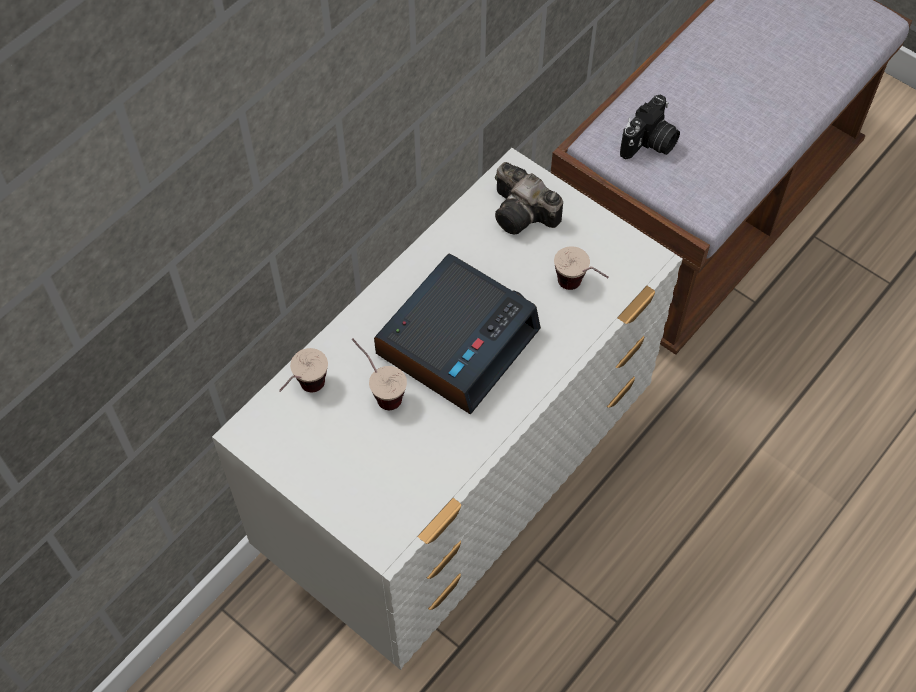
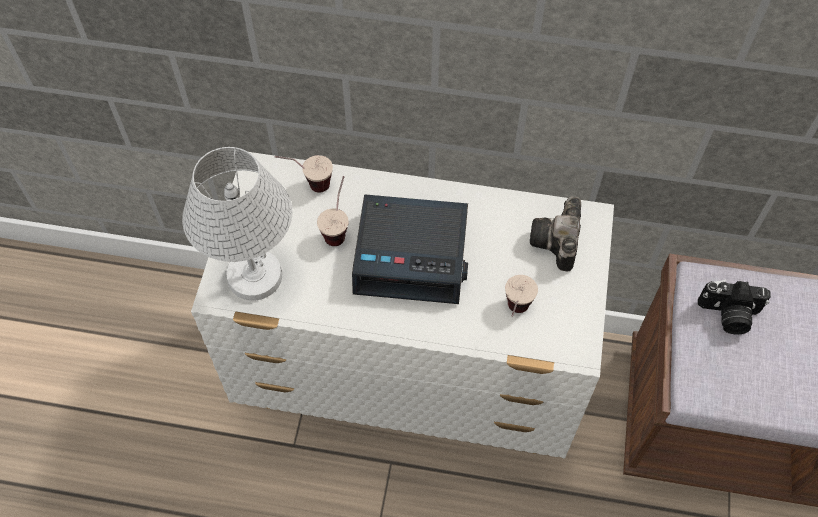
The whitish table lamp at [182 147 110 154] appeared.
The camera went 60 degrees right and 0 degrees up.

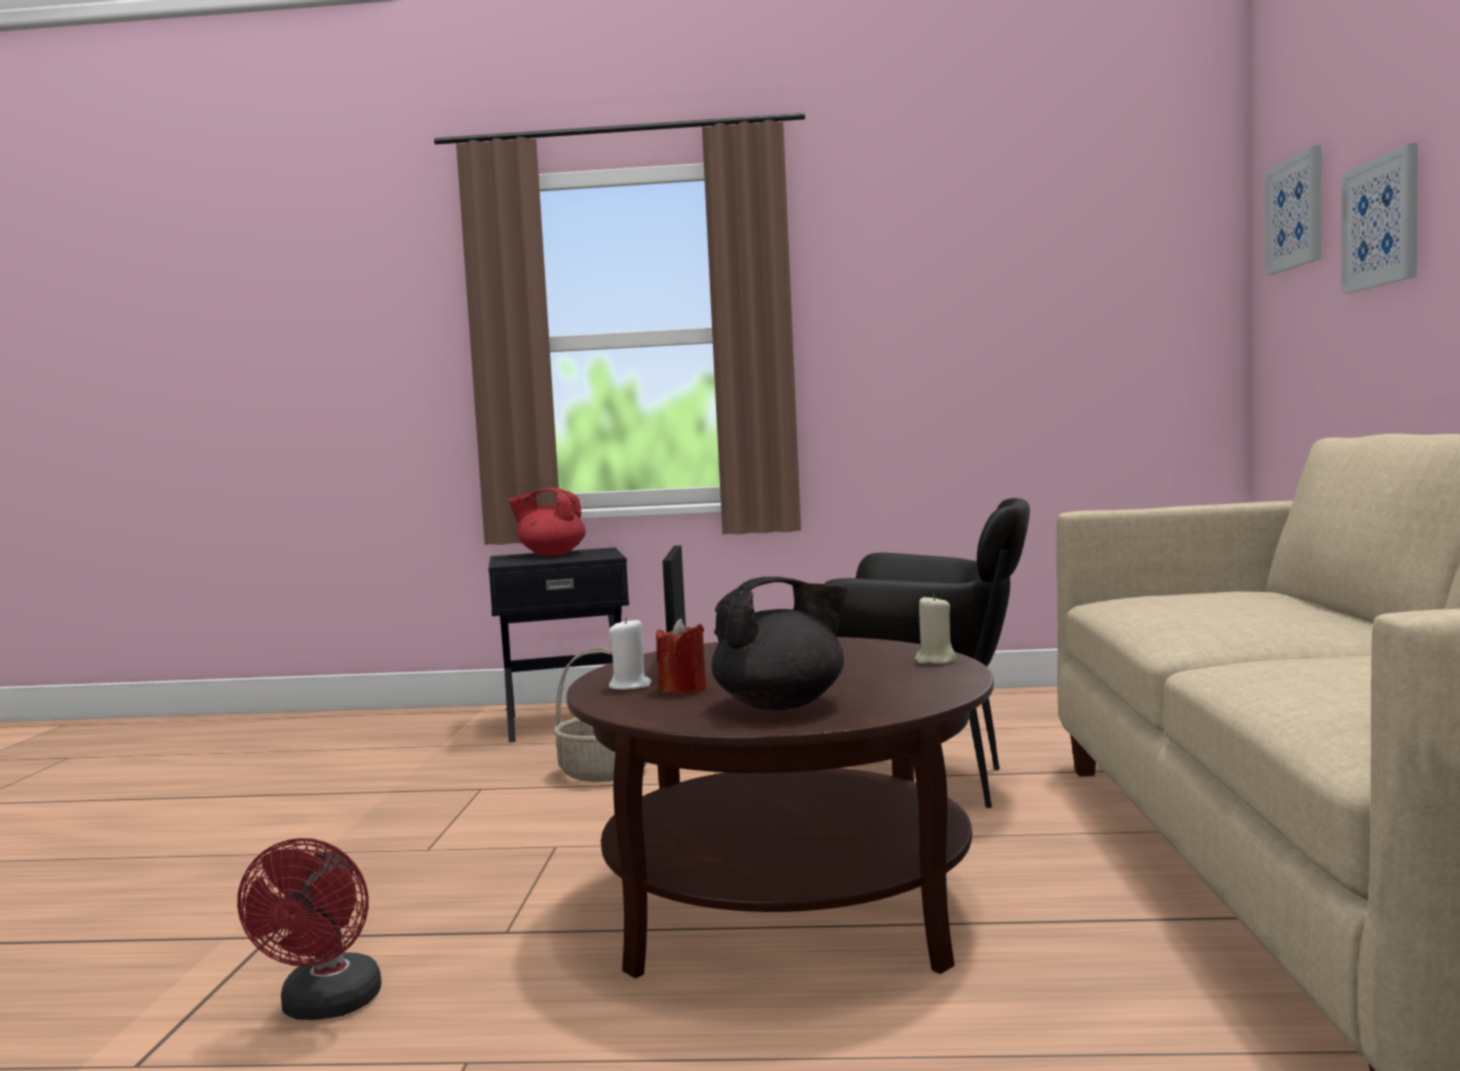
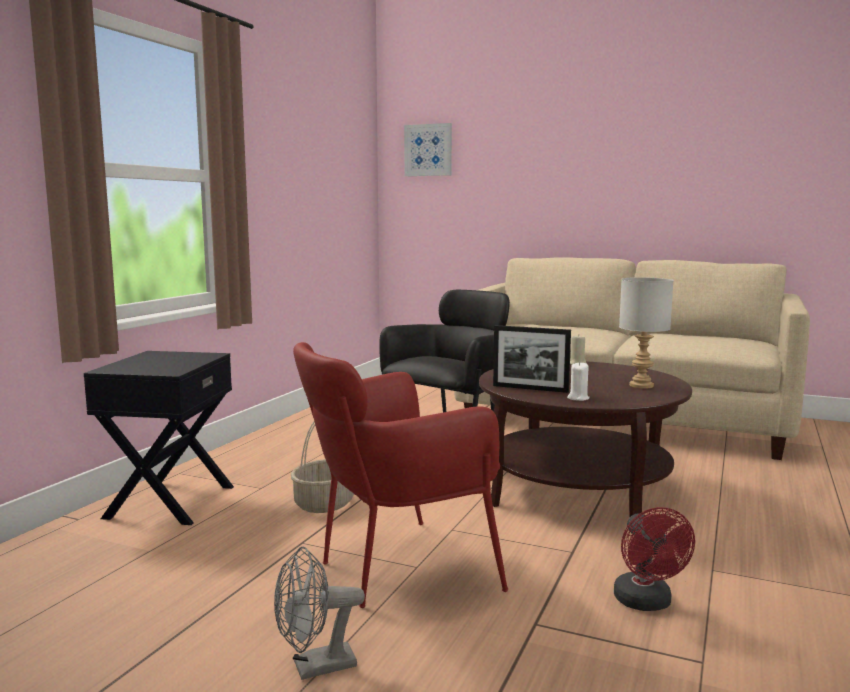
The reddish fan at [237 838 144 182] turned 60 degrees clockwise.
The reddish pot for tea at [508 488 78 68] disappeared.
The reddish candle at [656 618 51 76] disappeared.
The black-coloured pot for tea at [711 577 136 133] was replaced by the greyish table lamp at [619 277 55 112].
The picture at [1341 143 77 151] disappeared.
The greyish fan at [274 546 91 134] appeared.
The reddish lounge chair at [293 342 215 266] appeared.
The camera went 70 degrees left and 5 degrees up.

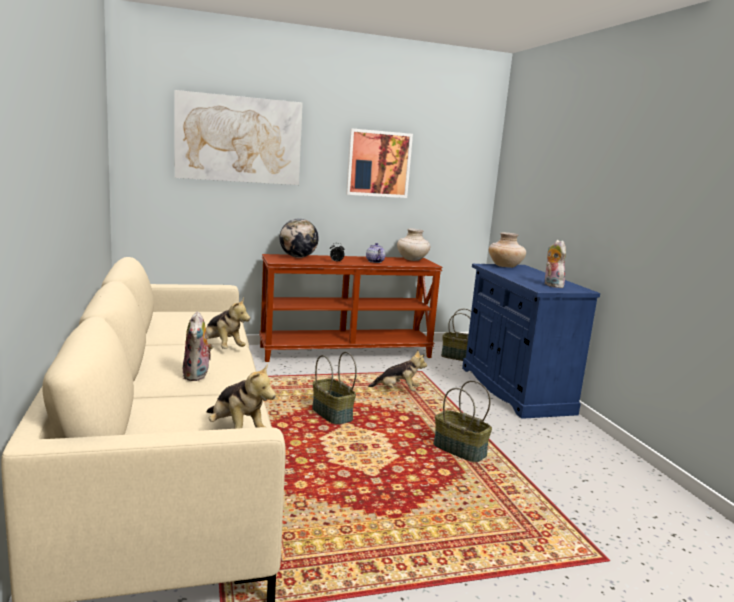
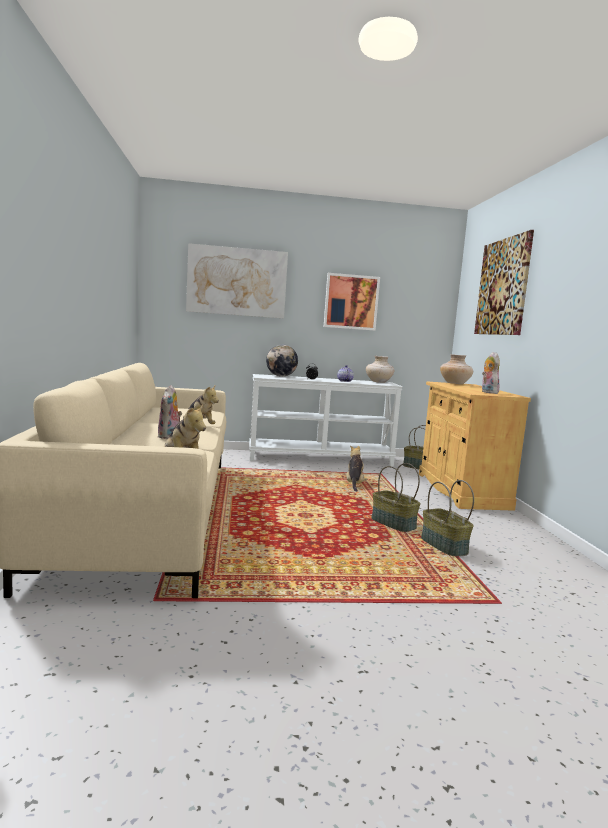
The brown-coloured hall table at [259 254 184 108] became the whitish hall table at [249 374 154 92].
The storage basket moved from [312 352 45 73] to [421 480 53 76].
The soft toy at [368 350 59 41] turned 105 degrees counterclockwise.
The blue-coloured cupboard at [462 264 138 155] became the sand-coloured cupboard at [419 381 112 130].
The picture at [474 230 60 105] appeared.
The camera went 10 degrees right and 5 degrees down.

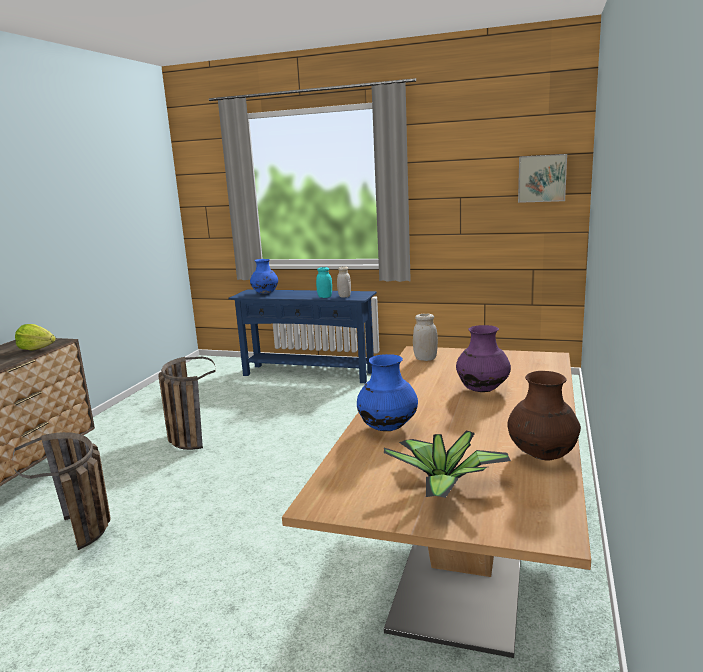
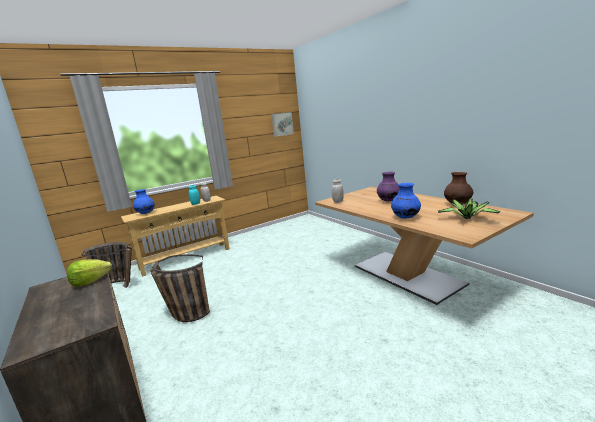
The storage basket moved from [12 432 99 118] to [81 242 51 46].
The blue-coloured hall table at [229 289 148 94] became the sand-coloured hall table at [121 196 109 81].
The camera went 50 degrees left and 0 degrees up.

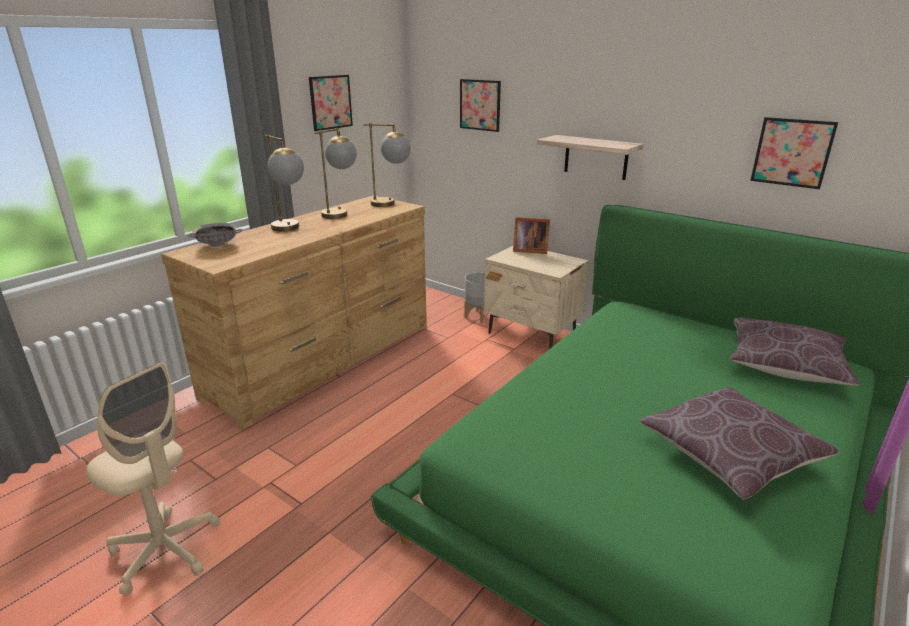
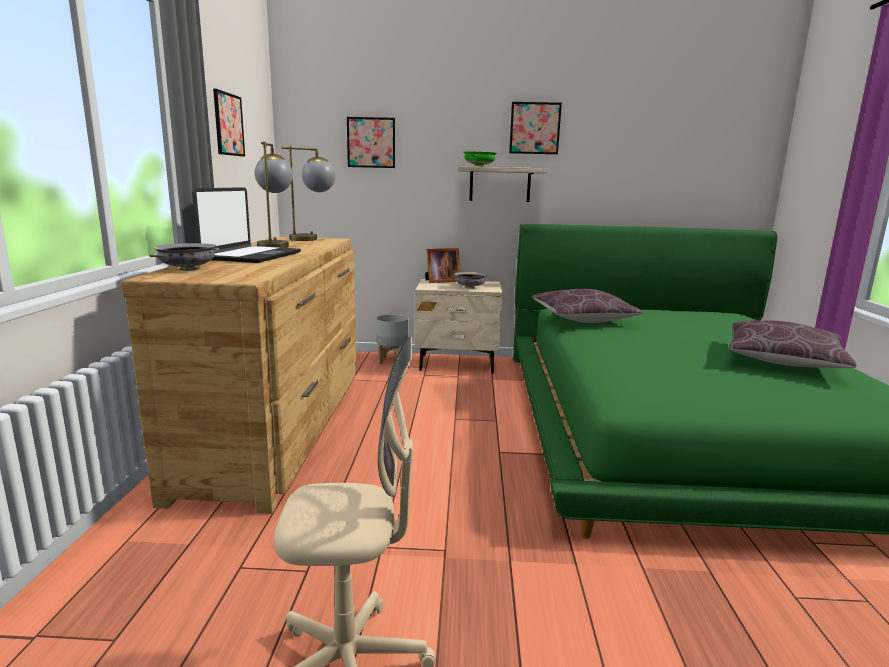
The table lamp at [265 135 39 97] was replaced by the portable computer at [192 187 109 76].
The brown-coloured pillow moved from [730 318 130 68] to [532 289 112 34].
The picture moved from [750 117 88 72] to [509 102 53 52].
The greyish deep dish at [454 272 33 17] appeared.
The green-coloured deep dish at [464 152 33 15] appeared.
The camera went 35 degrees left and 10 degrees down.

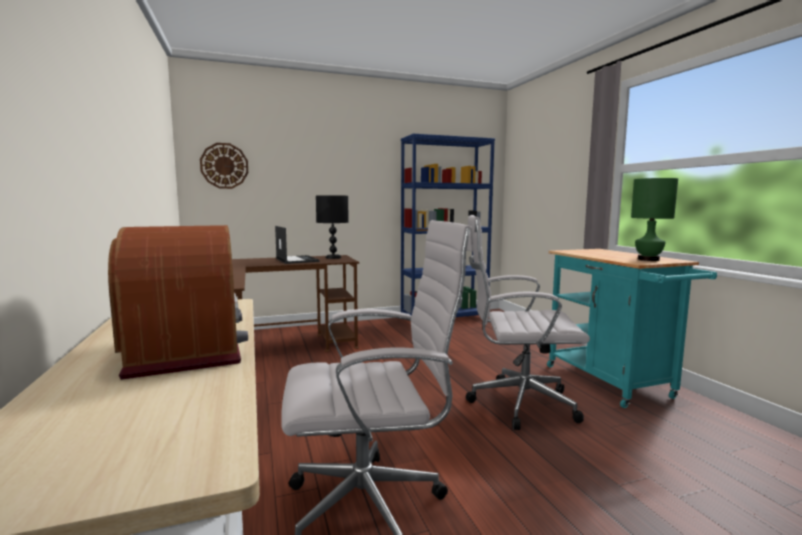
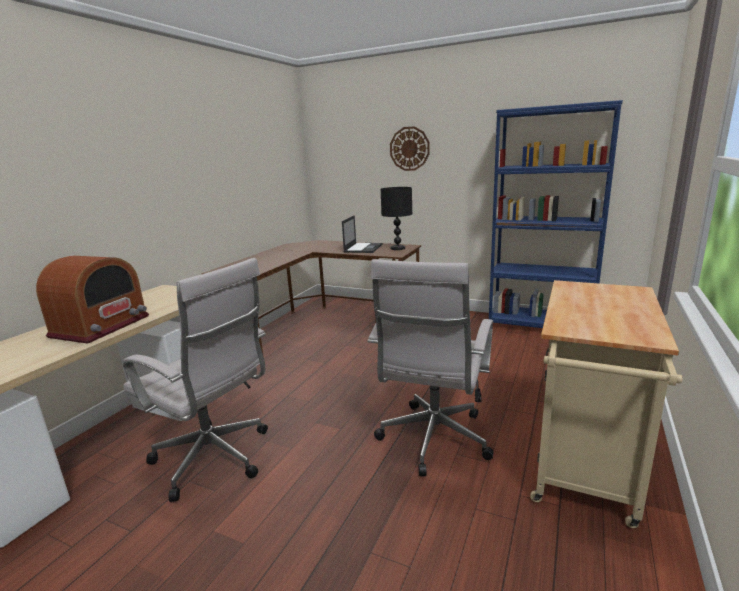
The hanging clock moved from [200 143 48 46] to [390 126 40 45].
The whitish computer chair at [466 215 124 215] turned 120 degrees counterclockwise.
The turquoise-coloured trolley at [547 249 170 159] became the sand-coloured trolley at [530 280 153 248].
The green-coloured table lamp at [631 178 47 83] disappeared.
The camera went 45 degrees right and 10 degrees up.

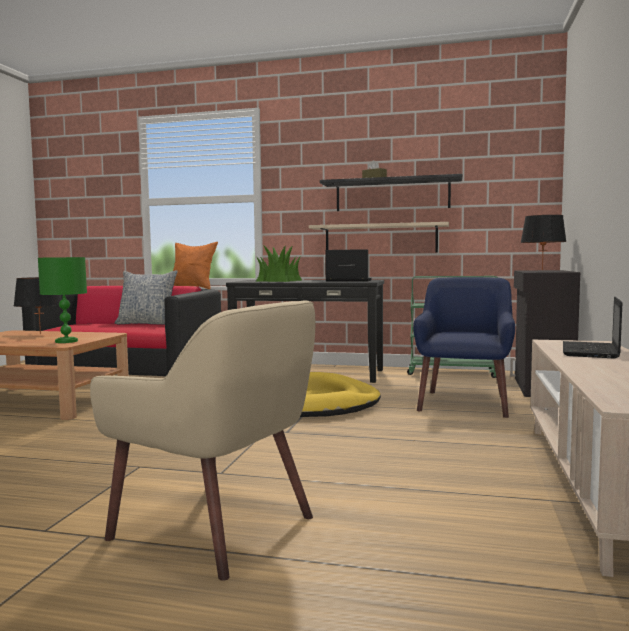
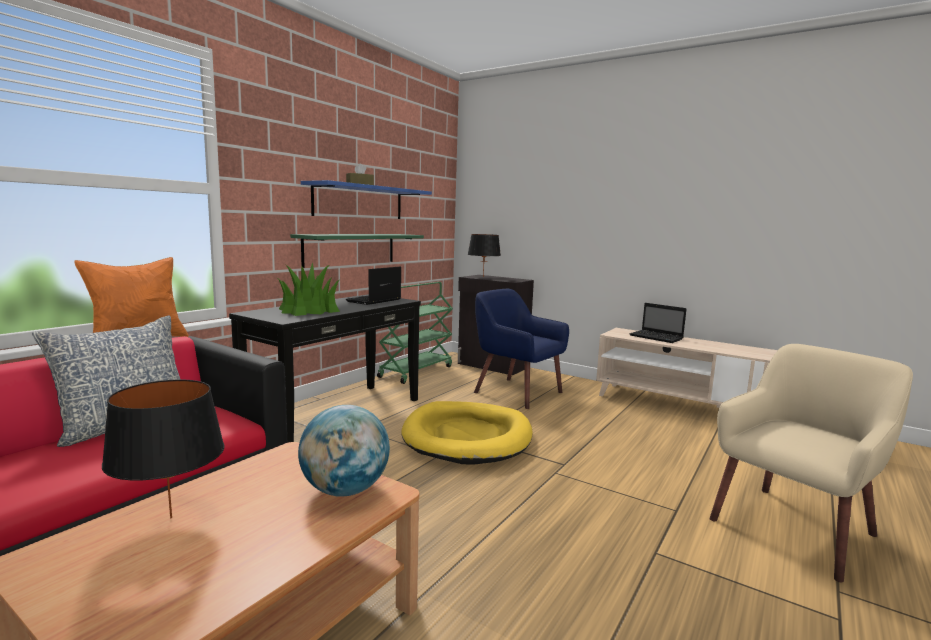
The green-coloured table lamp at [38 257 49 86] was replaced by the world globe at [298 405 92 91].
The sand-coloured shelf at [309 222 140 30] became the green-coloured shelf at [290 234 134 34].
The black-coloured shelf at [320 174 143 37] became the blue-coloured shelf at [301 180 131 39].
The camera went 70 degrees left and 5 degrees up.

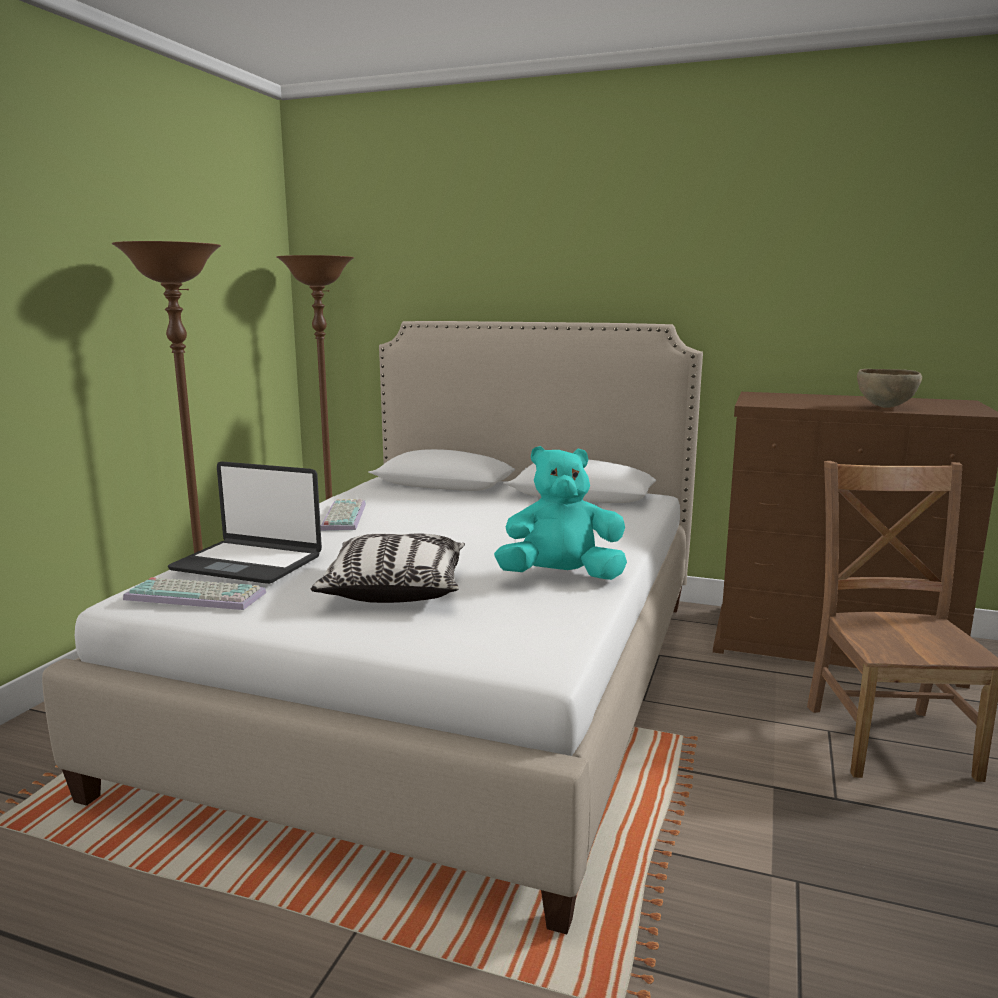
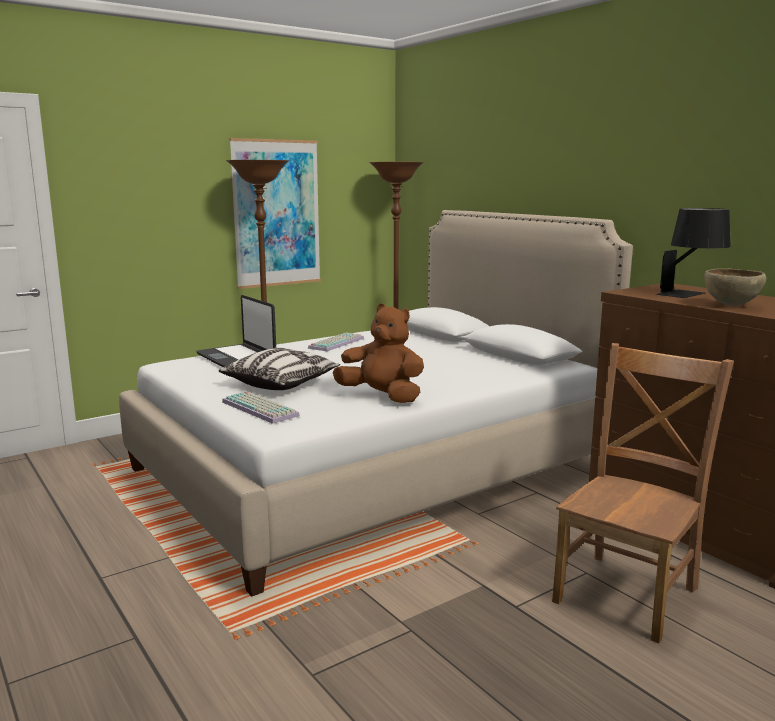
The keyboard moved from [123 577 143 33] to [222 392 78 32].
The turquoise-coloured soft toy at [494 446 133 134] became the brown-coloured soft toy at [333 303 91 100].
The picture at [229 138 92 151] appeared.
The black-coloured table lamp at [656 208 75 90] appeared.
The camera went 35 degrees right and 0 degrees up.

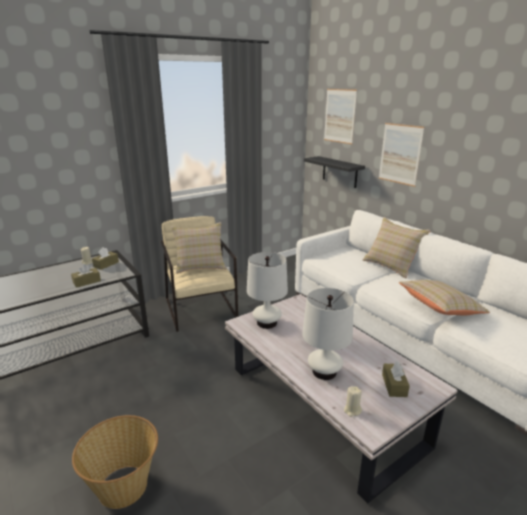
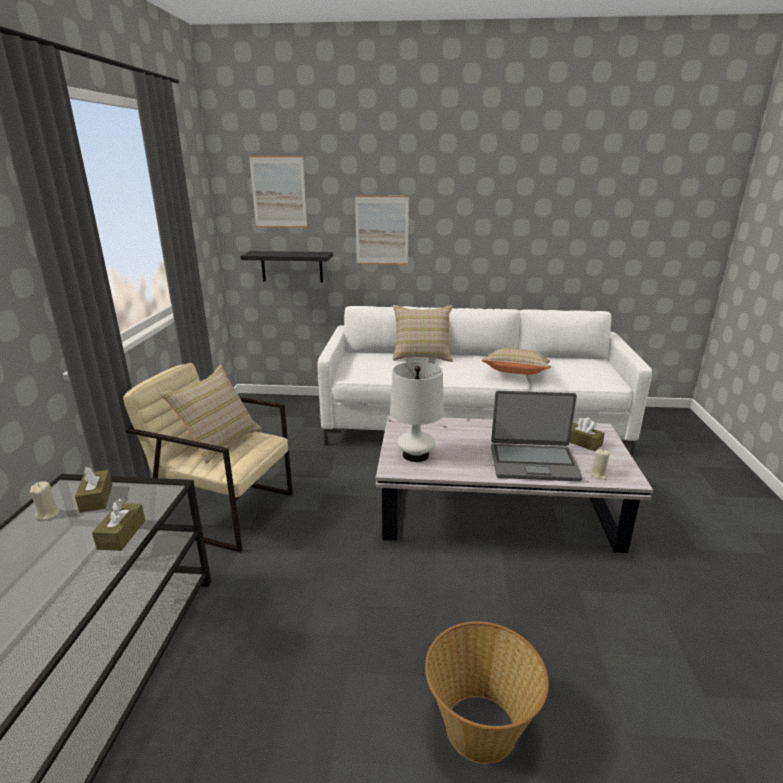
The whitish table lamp at [302 288 52 92] was replaced by the portable computer at [491 391 91 91].
The camera went 50 degrees left and 0 degrees up.

